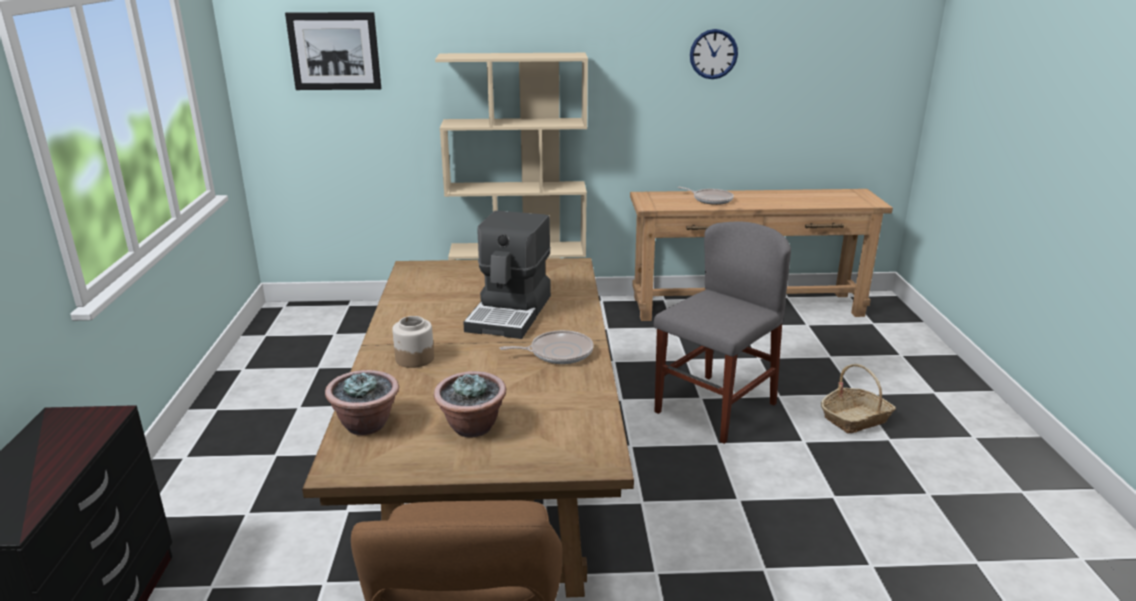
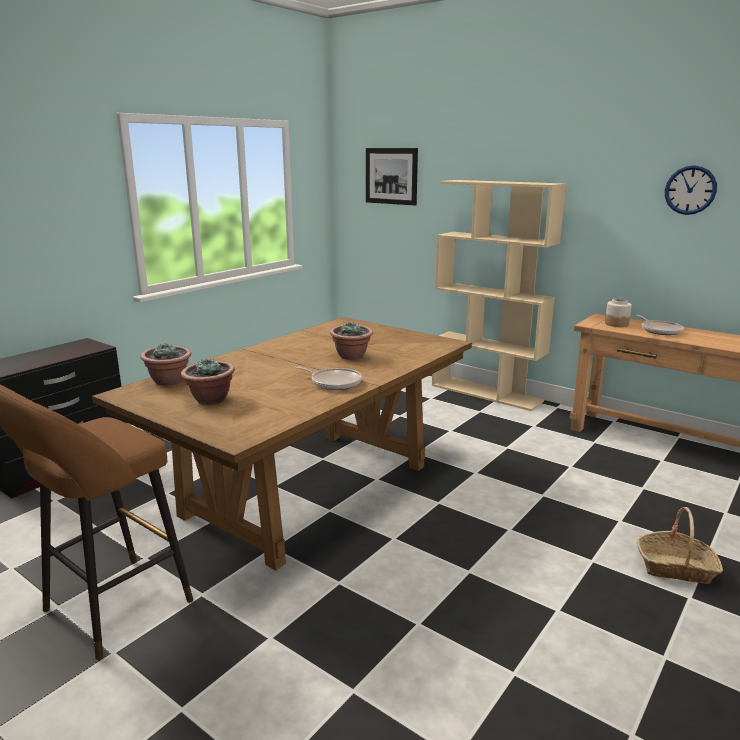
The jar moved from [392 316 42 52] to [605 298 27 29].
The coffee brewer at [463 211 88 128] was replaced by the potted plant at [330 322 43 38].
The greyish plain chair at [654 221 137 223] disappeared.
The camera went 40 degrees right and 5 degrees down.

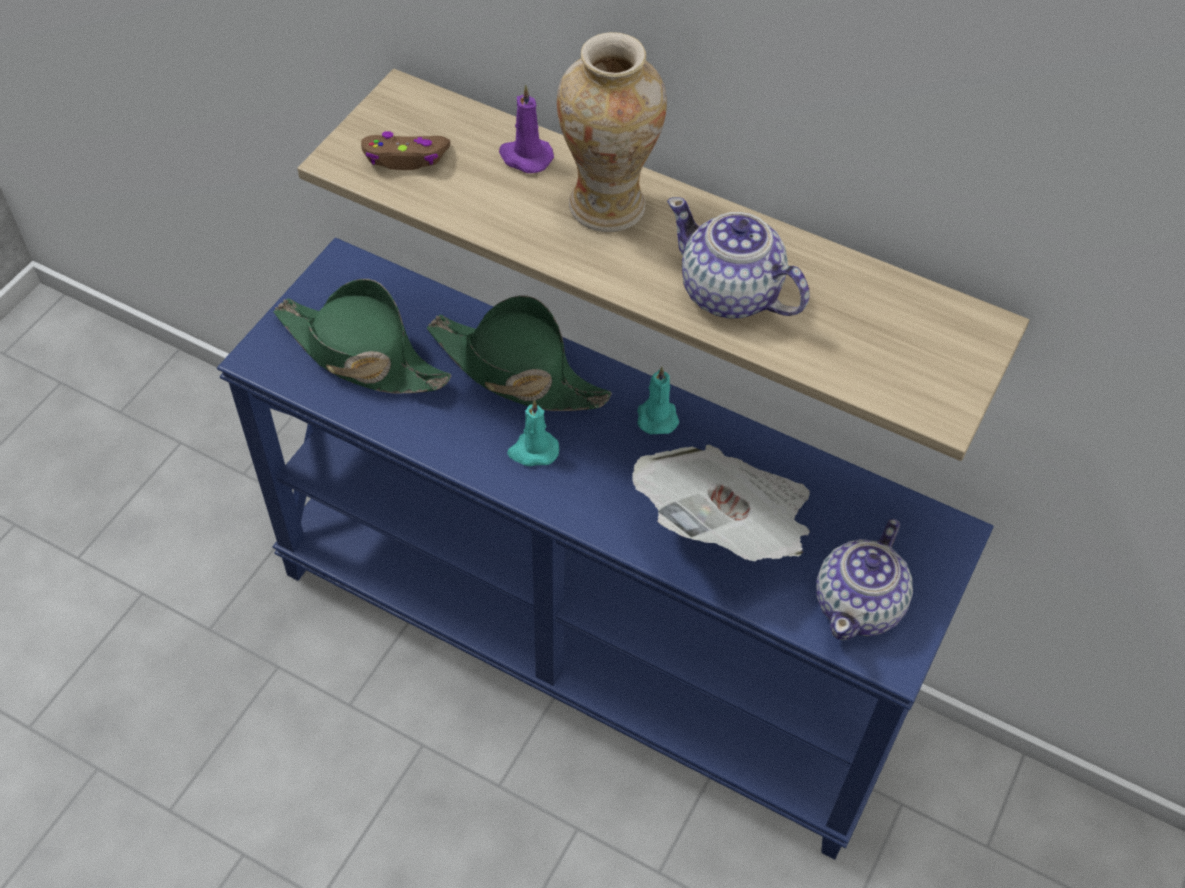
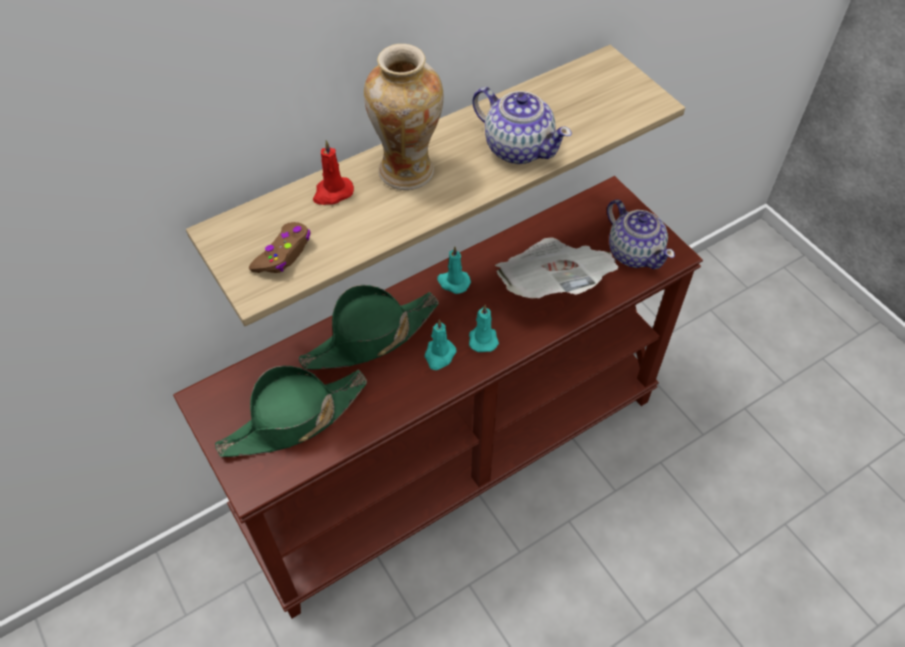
The blue-coloured hall table at [217 238 777 622] became the brown-coloured hall table at [173 176 530 443].
The purple candle at [499 85 55 88] became the reddish candle at [313 140 41 65].
The pot for tea at [667 197 143 122] turned 120 degrees counterclockwise.
The turquoise-coloured candle at [469 305 30 47] appeared.
The camera went 60 degrees left and 0 degrees up.

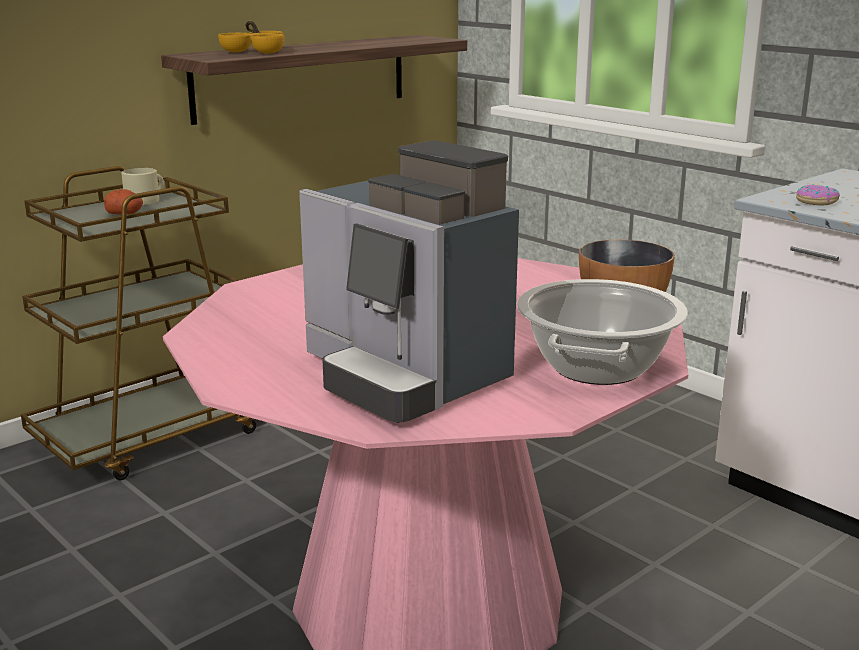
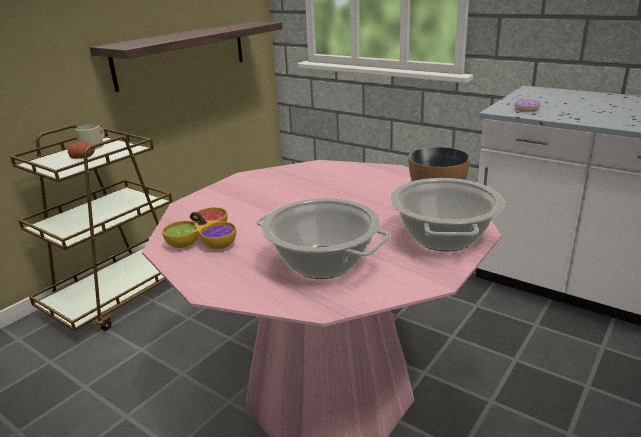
The deep dish moved from [218 21 67 33] to [162 207 74 42].
The coffee brewer at [299 140 220 283] was replaced by the stockpot at [256 198 135 81].
The camera went 10 degrees left and 5 degrees up.

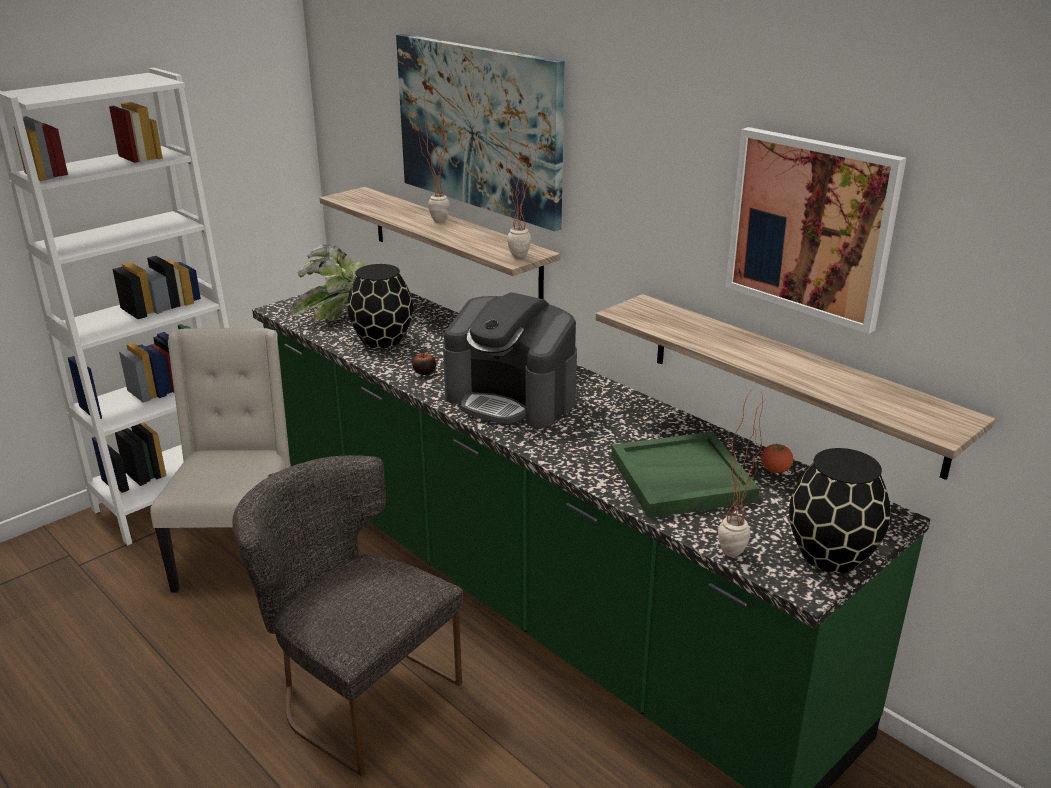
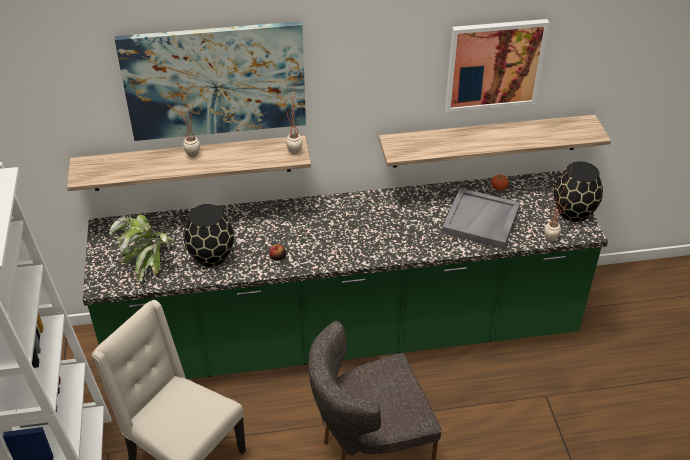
The coffee brewer at [443 292 134 136] disappeared.
The green-coloured tray at [611 432 149 86] became the greyish tray at [442 188 78 61].
The camera went 55 degrees left and 15 degrees up.

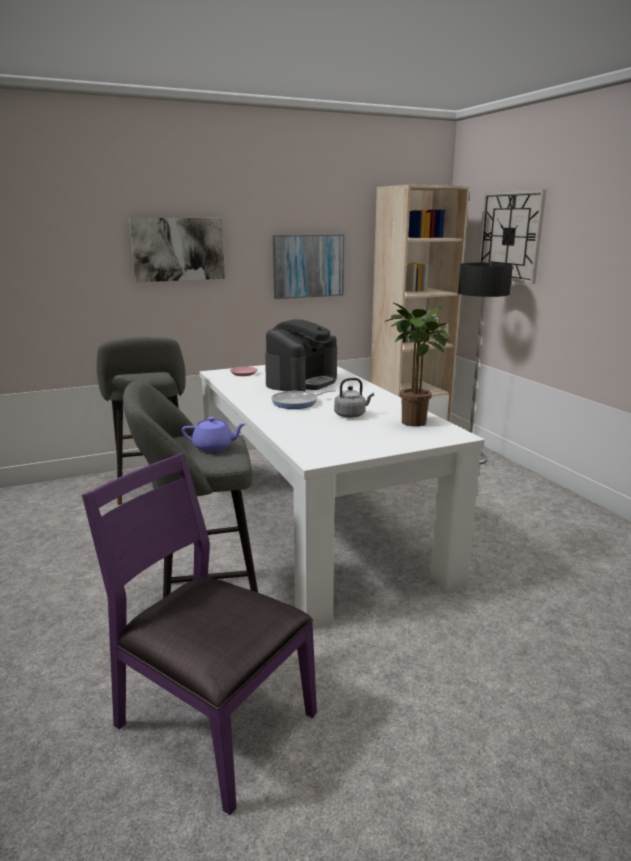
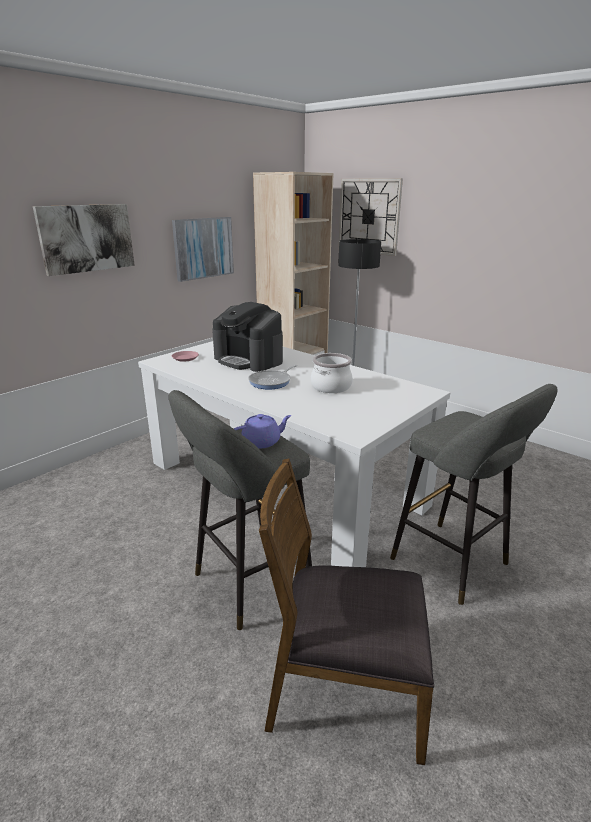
The purple plain chair at [82 453 235 362] became the brown-coloured plain chair at [259 459 175 306].
The greyish stool moved from [97 337 89 168] to [390 384 168 221].
The coffee brewer at [265 319 72 72] turned 120 degrees clockwise.
The greyish tea kettle at [334 378 40 40] was replaced by the stockpot at [311 353 42 40].
The potted plant at [384 302 71 125] disappeared.
The camera went 25 degrees left and 5 degrees up.

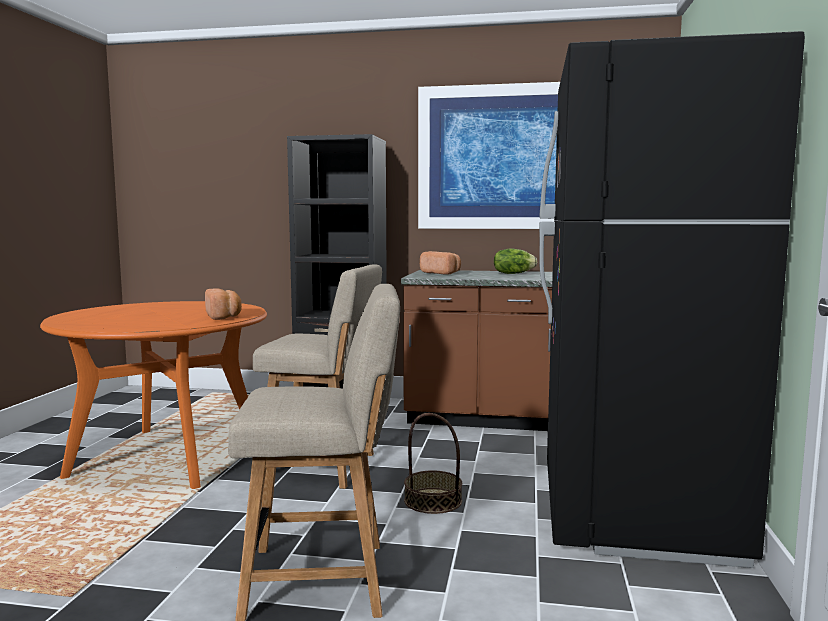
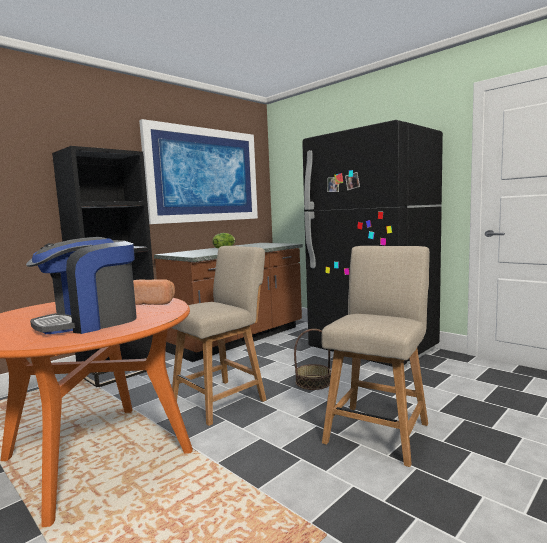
The bakery bread at [420 251 41 24] disappeared.
The coffee brewer at [26 237 110 97] appeared.
The camera went 55 degrees left and 0 degrees up.

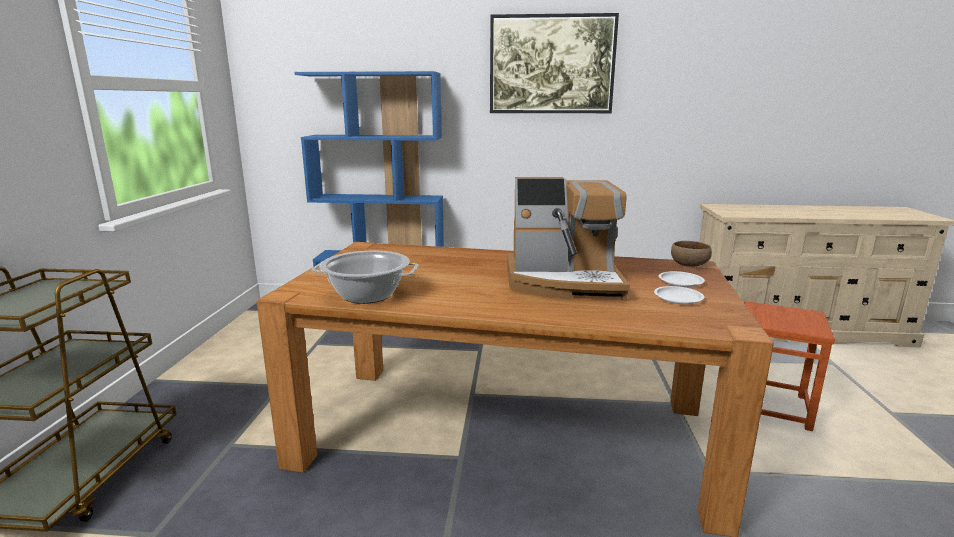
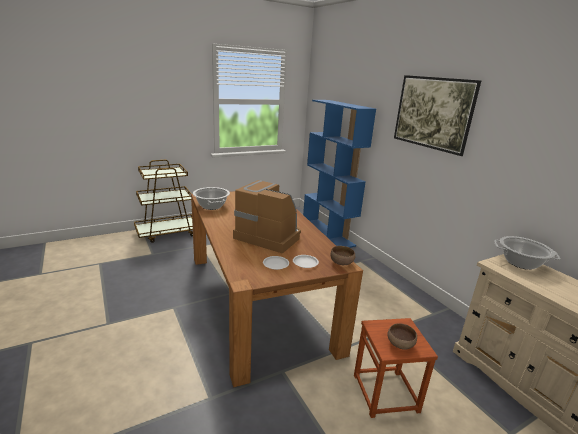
The coffee brewer at [507 177 123 124] turned 150 degrees clockwise.
The brown-coloured deep dish at [387 323 30 27] appeared.
The stockpot at [494 236 66 34] appeared.
The camera went 55 degrees right and 5 degrees up.

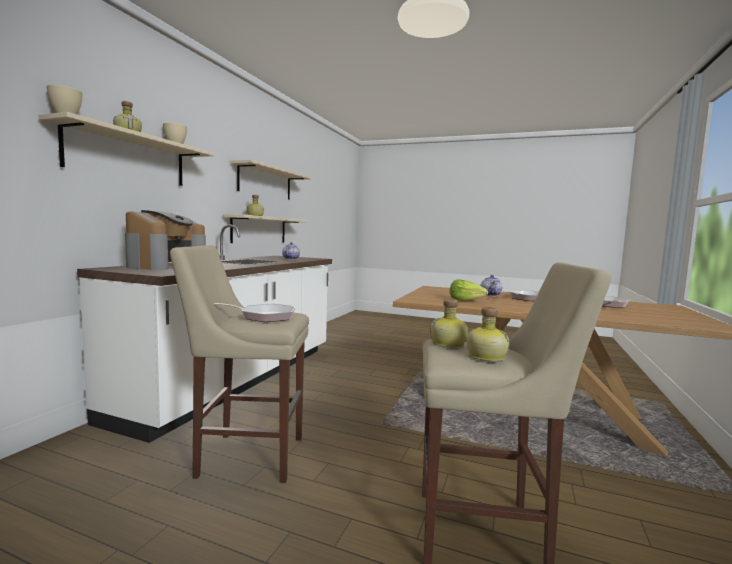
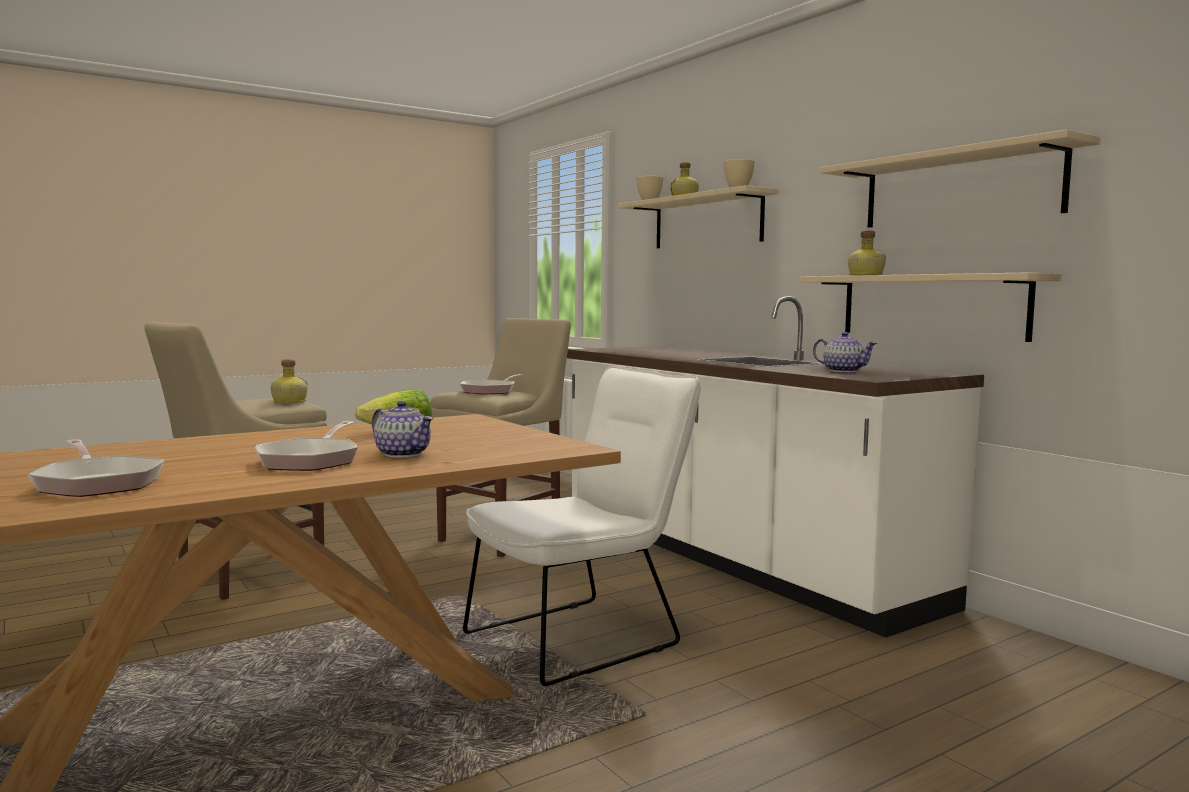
The coffee brewer at [125 210 81 60] disappeared.
The drink bottle at [466 307 43 54] disappeared.
The whitish plain chair at [463 366 238 320] appeared.
The camera went 125 degrees right and 0 degrees up.

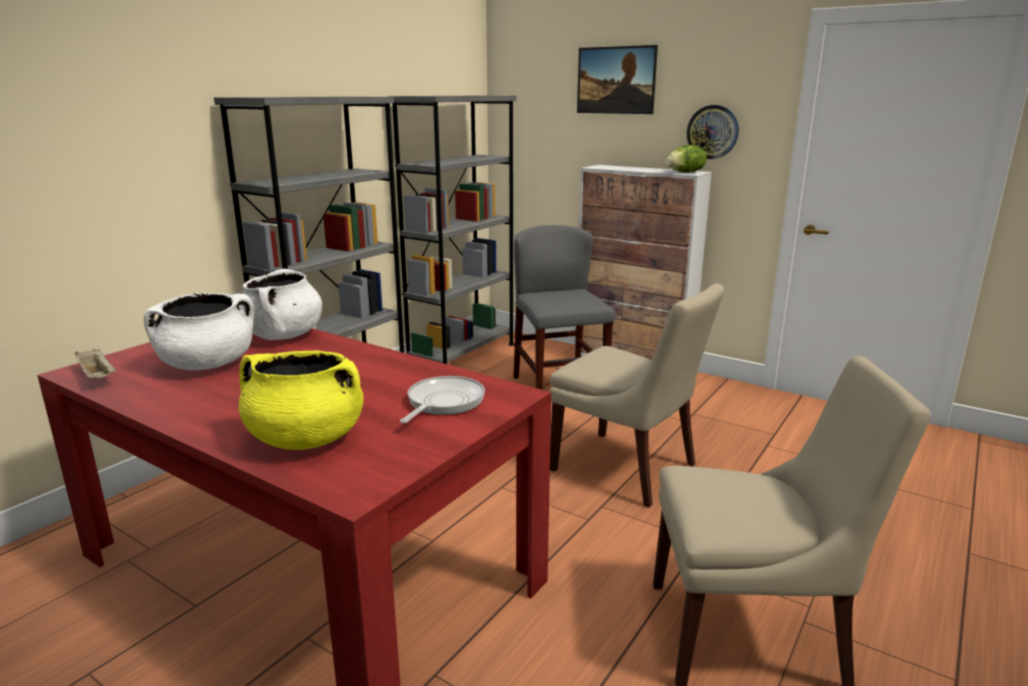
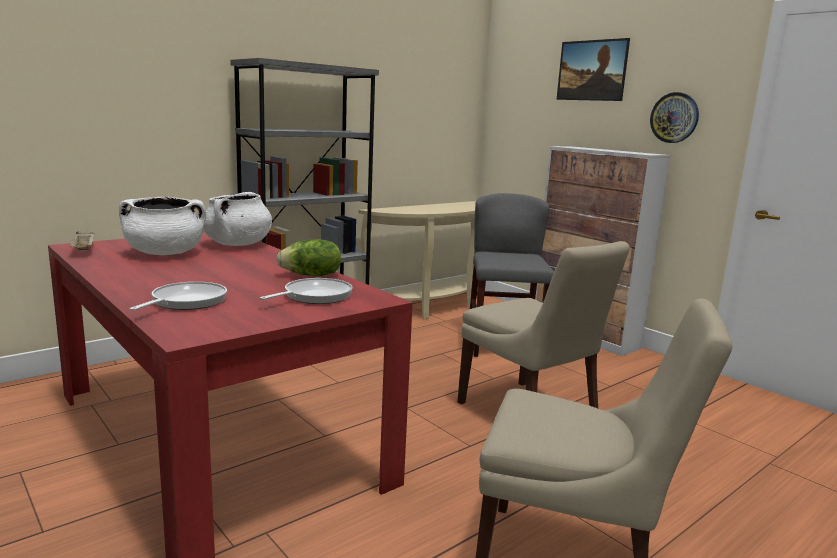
The yellowish stockpot at [239 351 124 99] was replaced by the skillet at [130 282 97 28].
The greyish bookcase at [388 96 128 268] was replaced by the sand-coloured hall table at [359 201 117 118].
The lettuce head moved from [666 145 41 28] to [276 239 65 37].
The camera went 15 degrees right and 5 degrees down.

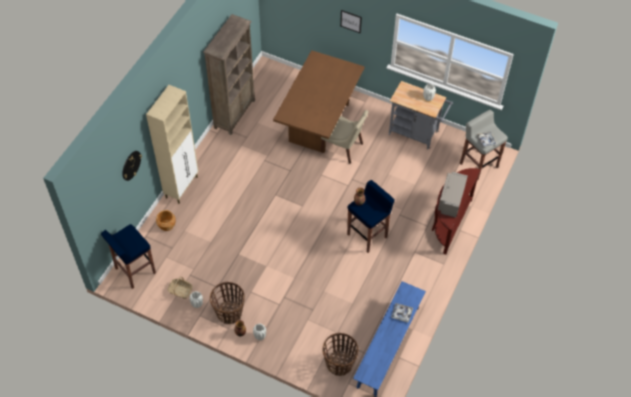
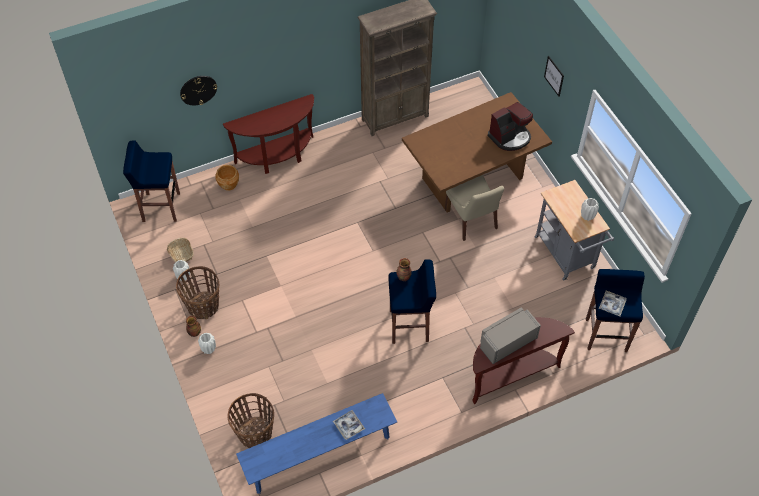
The sand-coloured cupboard at [146 85 53 118] was replaced by the brown-coloured hall table at [223 94 91 80].
The greyish stool at [460 110 48 71] became the blue-coloured stool at [586 269 59 83].
The coffee brewer at [488 102 45 49] appeared.
The camera went 40 degrees right and 0 degrees up.

